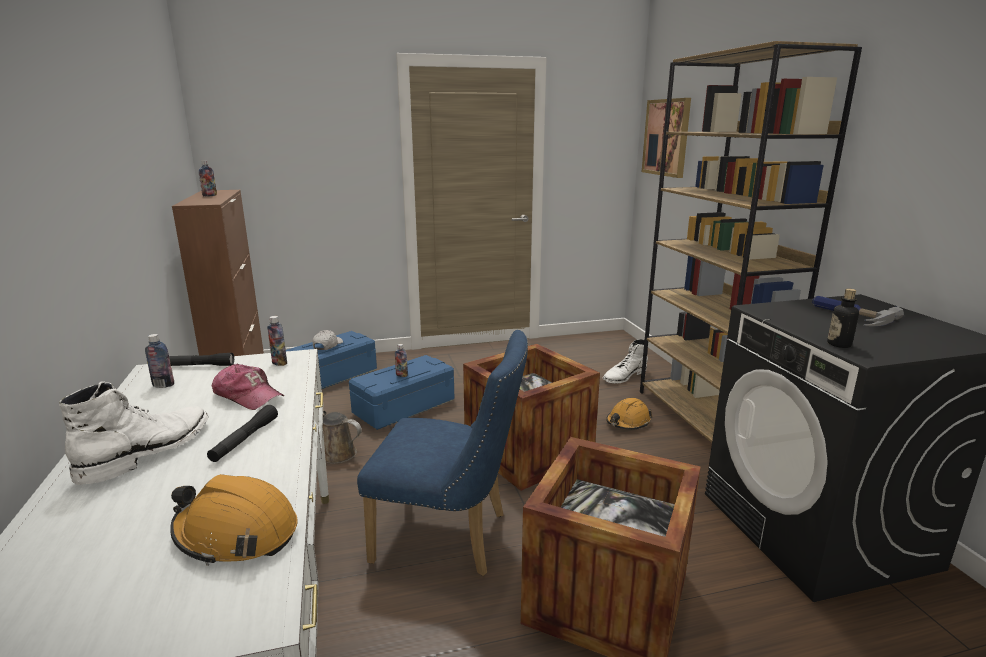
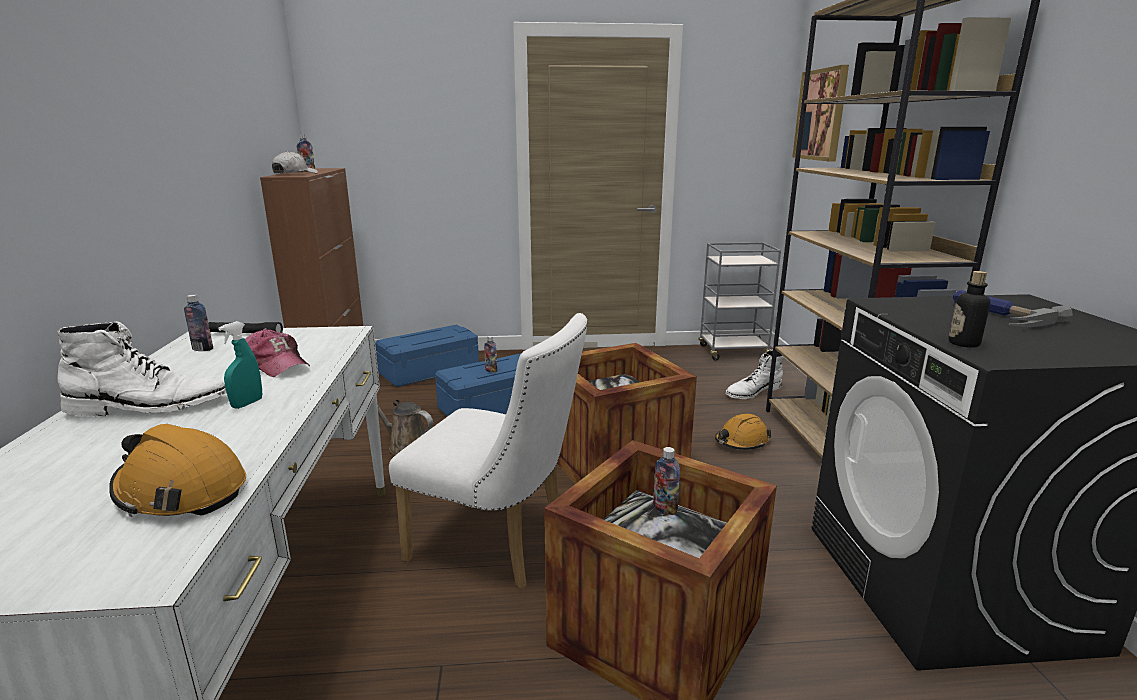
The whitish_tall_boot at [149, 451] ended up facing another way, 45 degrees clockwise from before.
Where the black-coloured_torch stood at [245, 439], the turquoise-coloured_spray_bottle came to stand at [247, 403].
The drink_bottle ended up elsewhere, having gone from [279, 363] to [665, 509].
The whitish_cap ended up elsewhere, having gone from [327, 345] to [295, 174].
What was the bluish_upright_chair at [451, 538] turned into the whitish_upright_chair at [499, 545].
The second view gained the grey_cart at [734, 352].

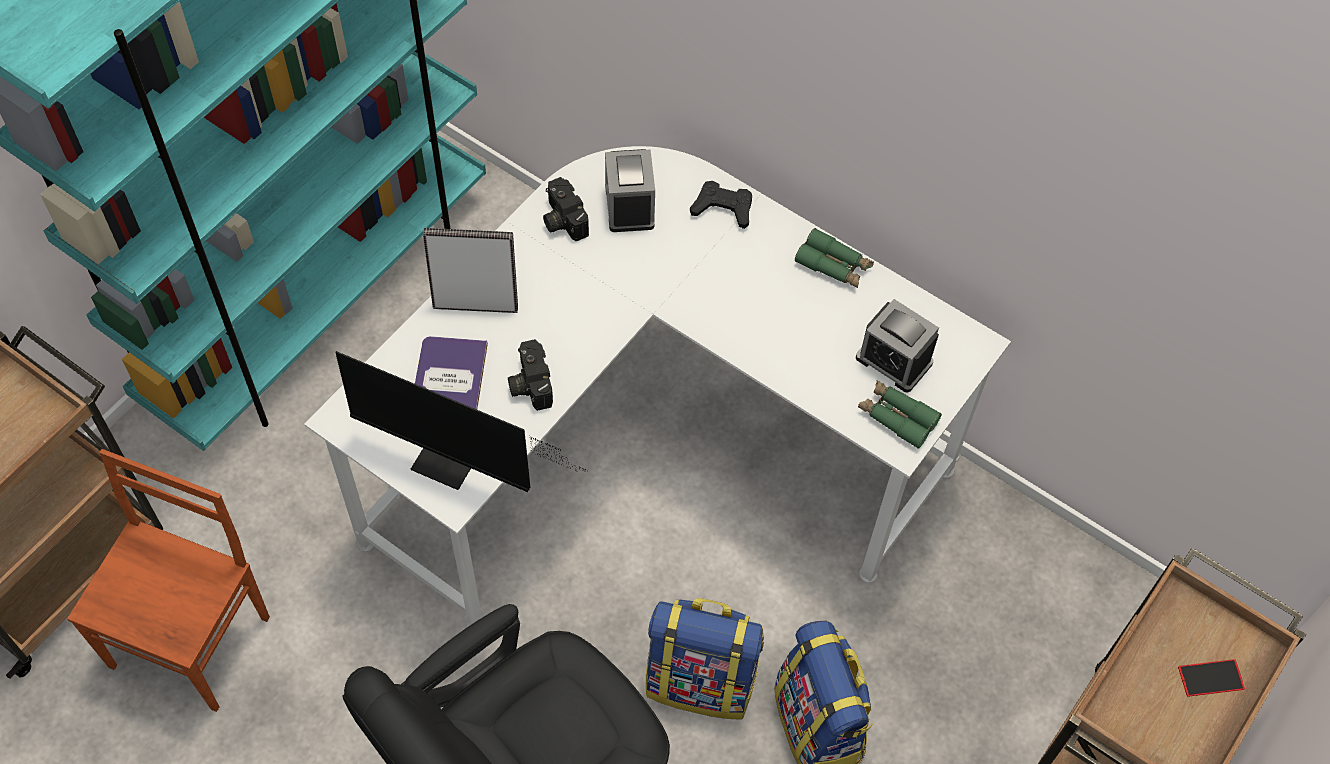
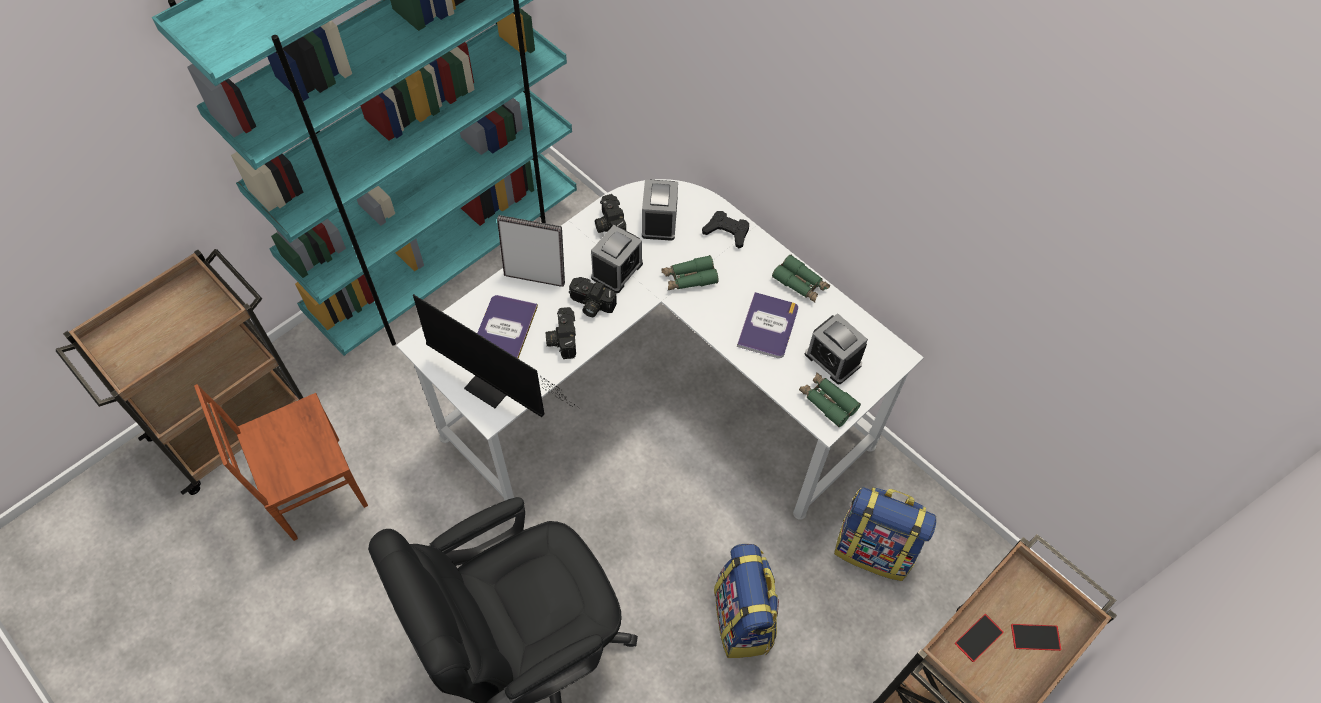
The brown-coloured_upright_chair at [193, 640] ended up facing another way, 150 degrees counterclockwise from before.
The rucksack ended up elsewhere, having gone from [701, 680] to [874, 548].
The second view gained the still_camera at [590, 305].
The second view gained the bedside_clock at [617, 270].
The second view gained the green-coloured_field_glasses at [689, 278].
The second view gained the book at [768, 326].
The second view gained the telephone at [979, 638].

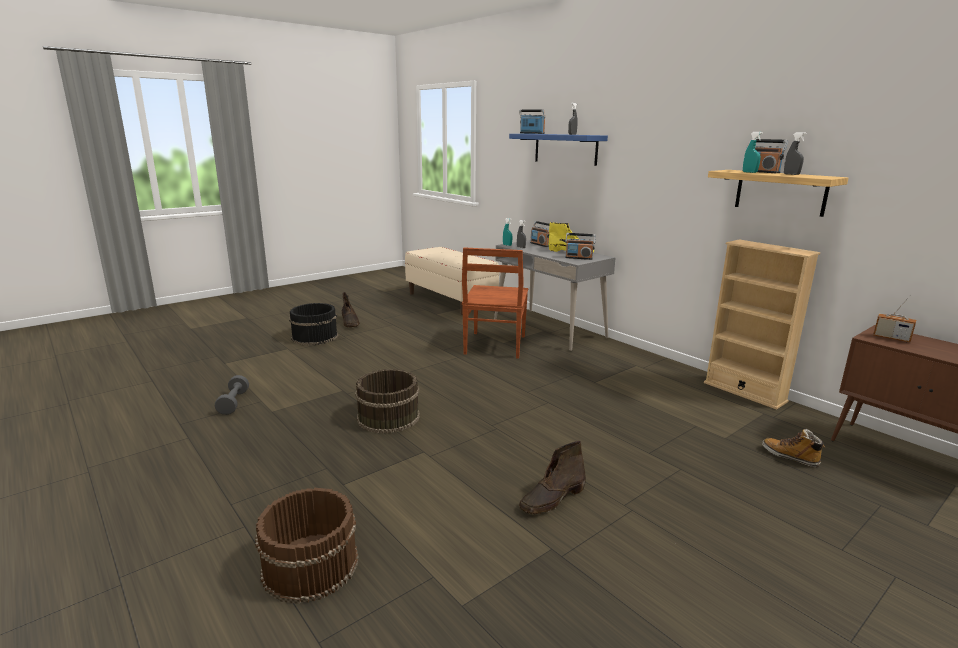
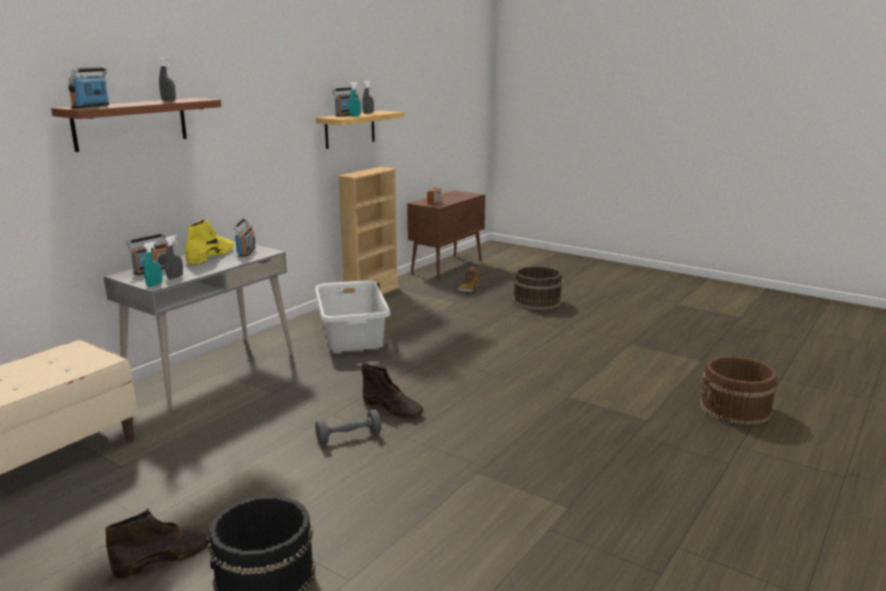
The grey_hand_weight ended up elsewhere, having gone from [233, 403] to [348, 437].
The brown-coloured_pail ended up elsewhere, having gone from [388, 417] to [537, 301].
The second view lost the brown-coloured_upright_chair at [494, 345].
What was the bluish_wall_shelf at [565, 149] turned into the brown-coloured_wall_shelf at [131, 123].
The brown-coloured_tall_boot ended up elsewhere, having gone from [552, 499] to [393, 408].
The second view gained the grey_washing_basket at [353, 334].

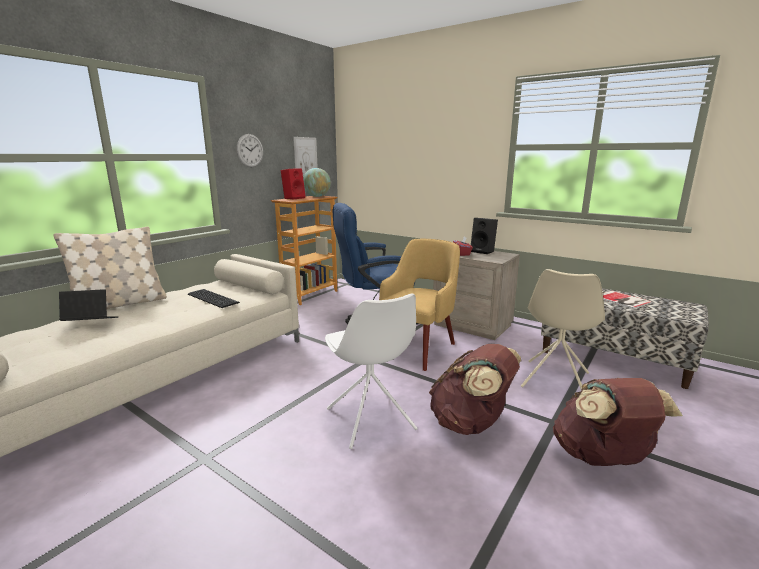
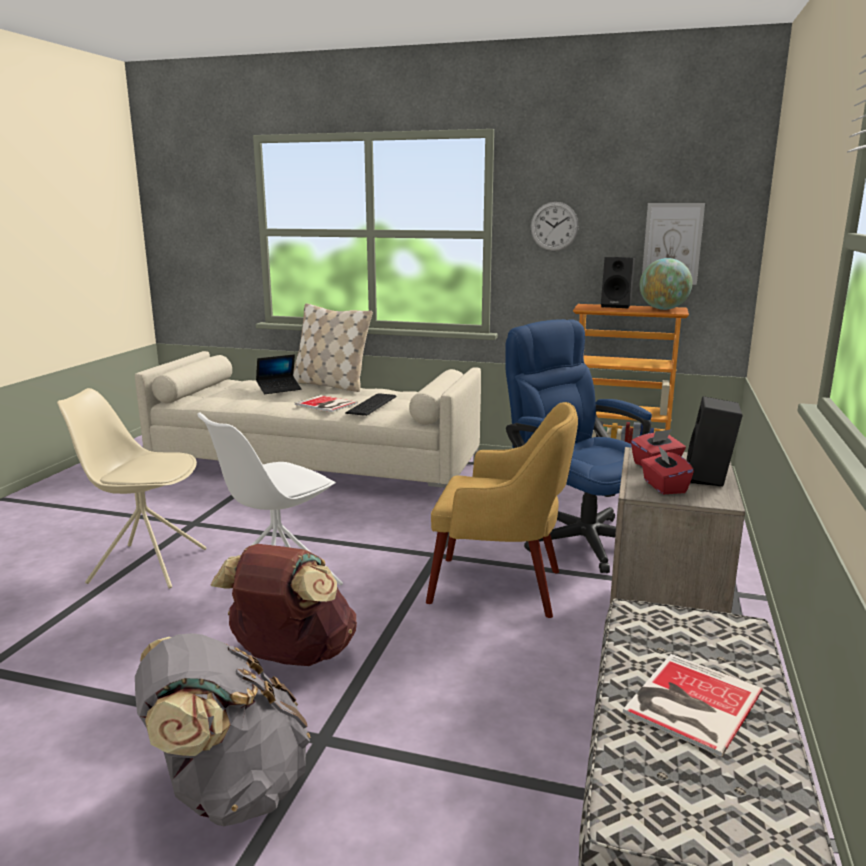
The laptop at [91, 323] ended up facing another way, 90 degrees clockwise from before.
What was the red_loudspeaker at [294, 198] turned into the black-coloured_loudspeaker at [617, 306].
The sand-coloured_upright_chair ended up elsewhere, having gone from [555, 380] to [146, 565].
What was the brown-coloured_rucksack at [602, 458] turned into the grey_rucksack at [229, 790].
The second view gained the book at [326, 404].
The second view gained the red_tissue_holder at [664, 487].

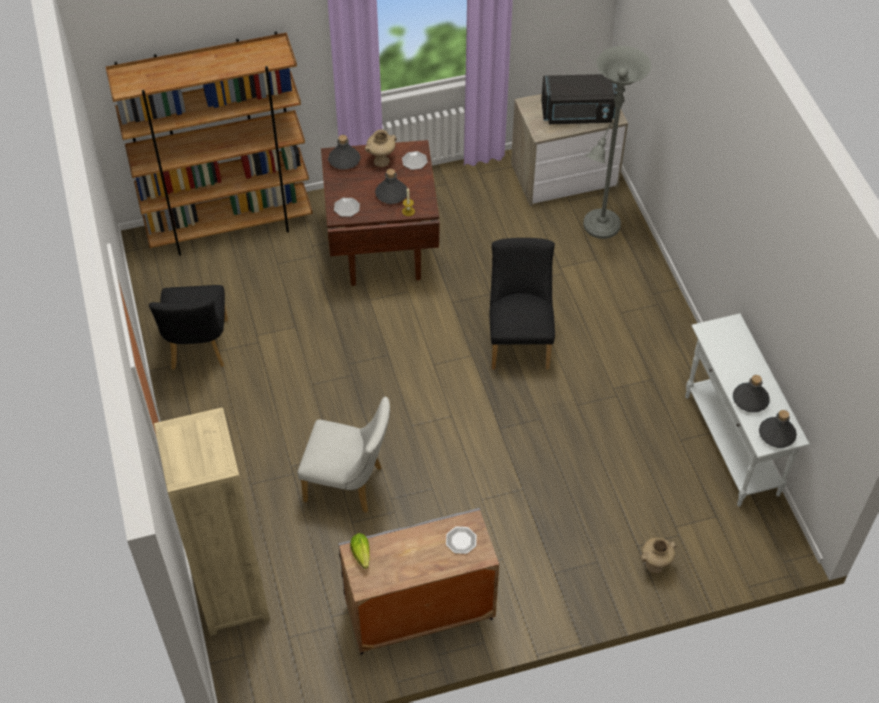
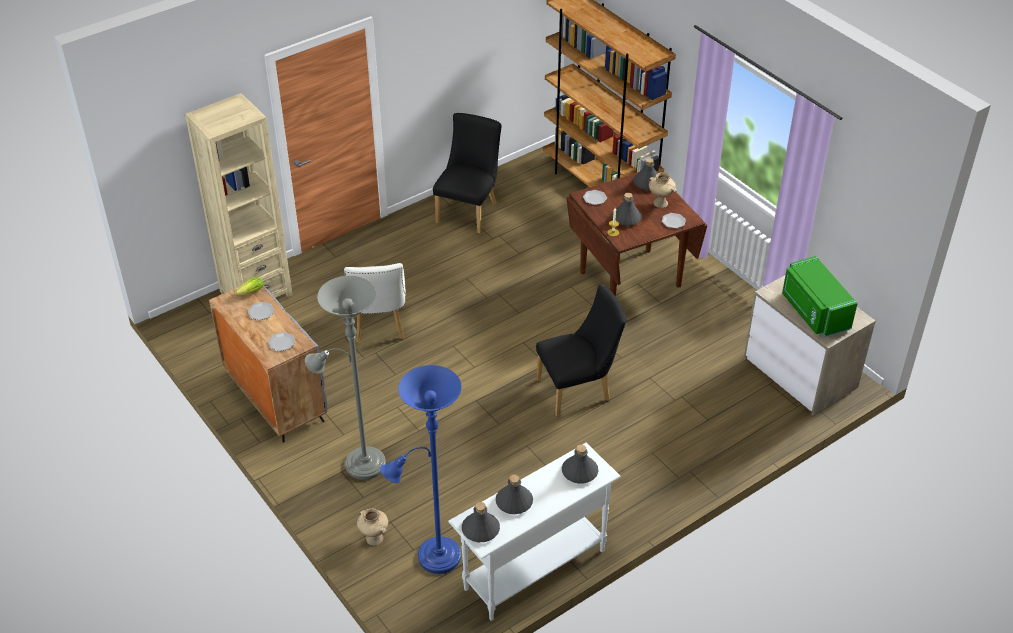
The black-coloured_upright_chair at [198, 349] ended up facing another way, 135 degrees clockwise from before.
What was the black-coloured_microwave at [578, 114] turned into the green-coloured_microwave at [813, 312].
The grey_standing_lamp ended up elsewhere, having gone from [599, 228] to [359, 463].
The second view gained the dinner_plate at [261, 312].
The second view gained the bluish_standing_lamp at [433, 558].
The second view gained the grey_drink_bottle at [579, 471].

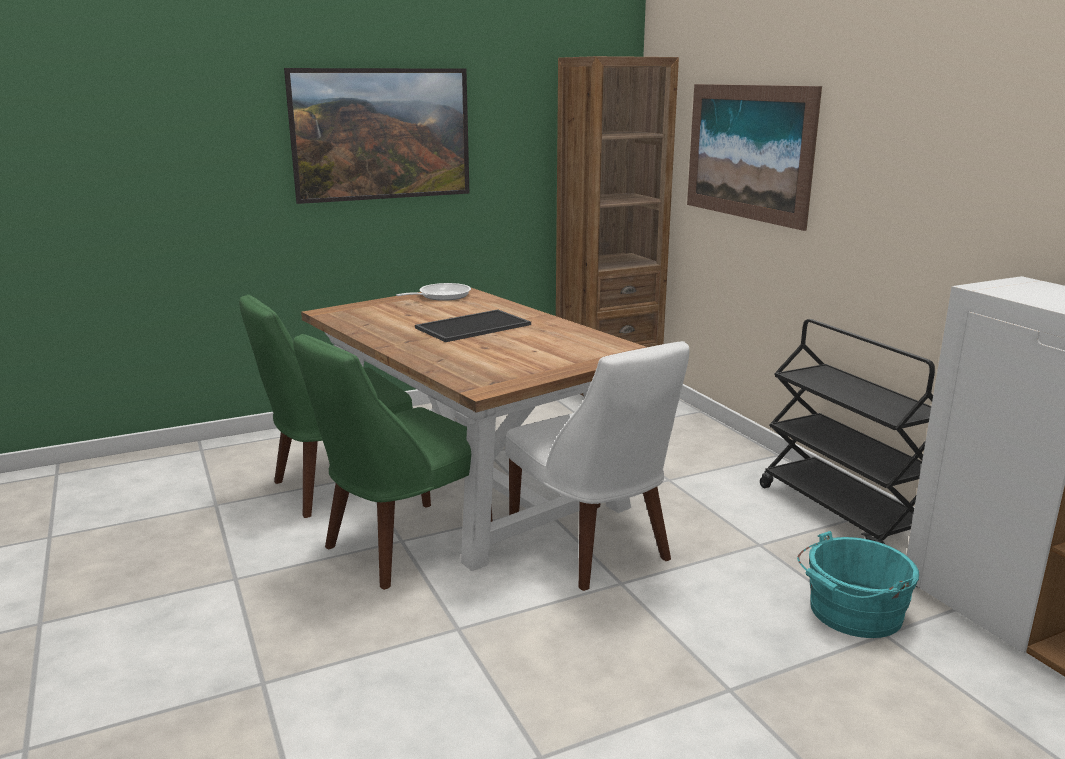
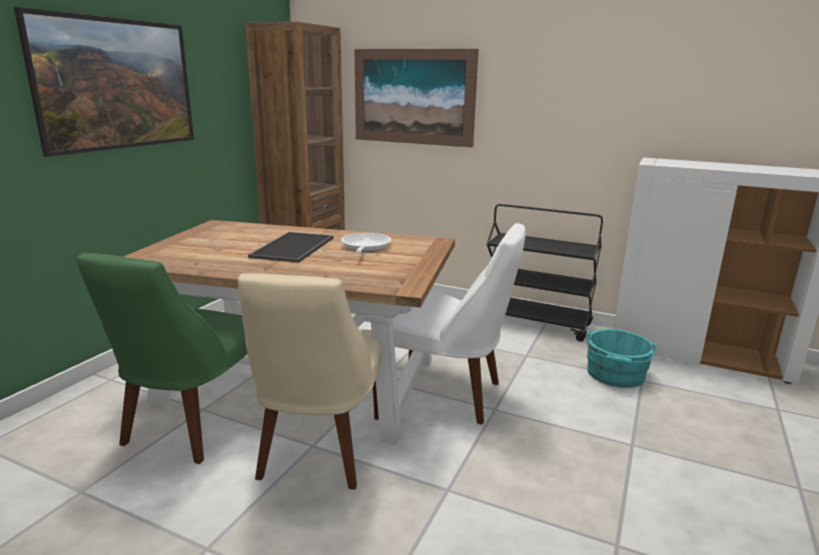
What was the green-coloured_upright_chair at [401, 546] turned into the sand-coloured_upright_chair at [319, 450].
The pan ended up elsewhere, having gone from [440, 296] to [365, 247].

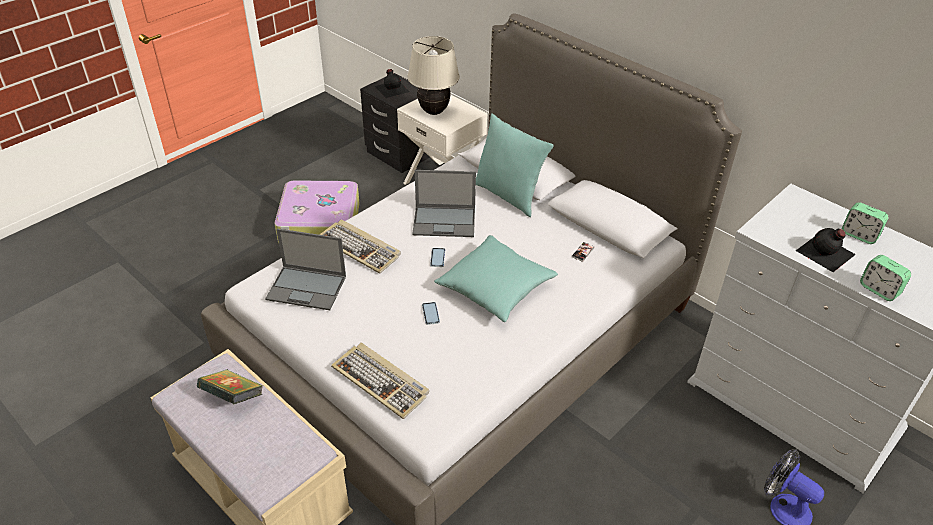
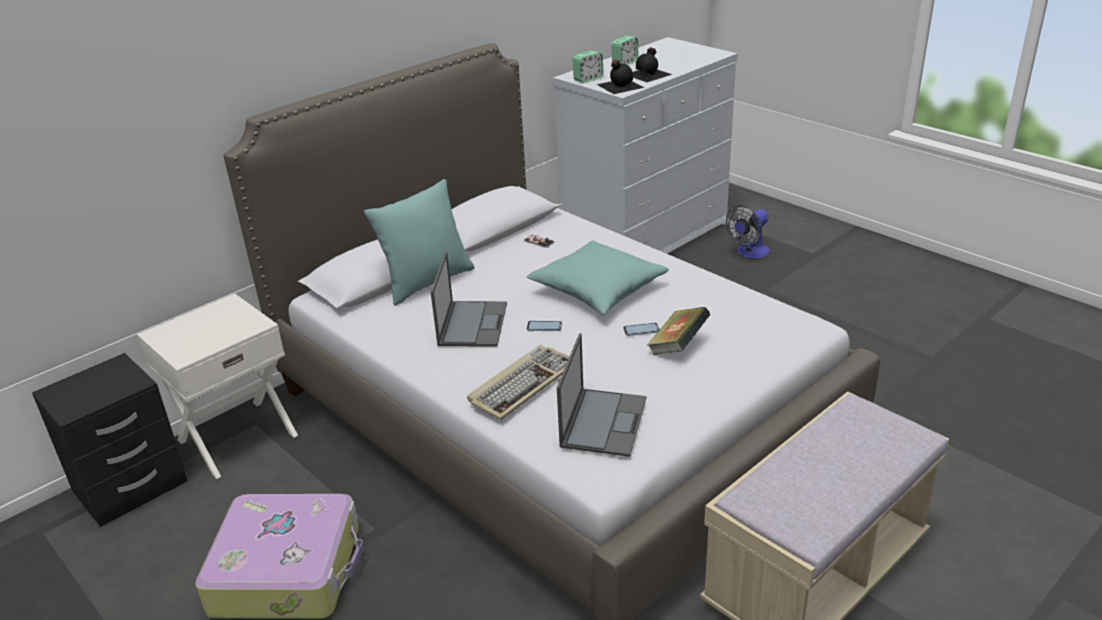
The book ended up elsewhere, having gone from [233, 398] to [678, 347].
The second view lost the computer_keyboard at [381, 382].
The black-coloured_drink_bottle ended up elsewhere, having gone from [392, 88] to [619, 85].
The second view lost the sand-coloured_lamp_for_a_table at [434, 111].
The bedside_clock ended up elsewhere, having gone from [879, 290] to [588, 79].

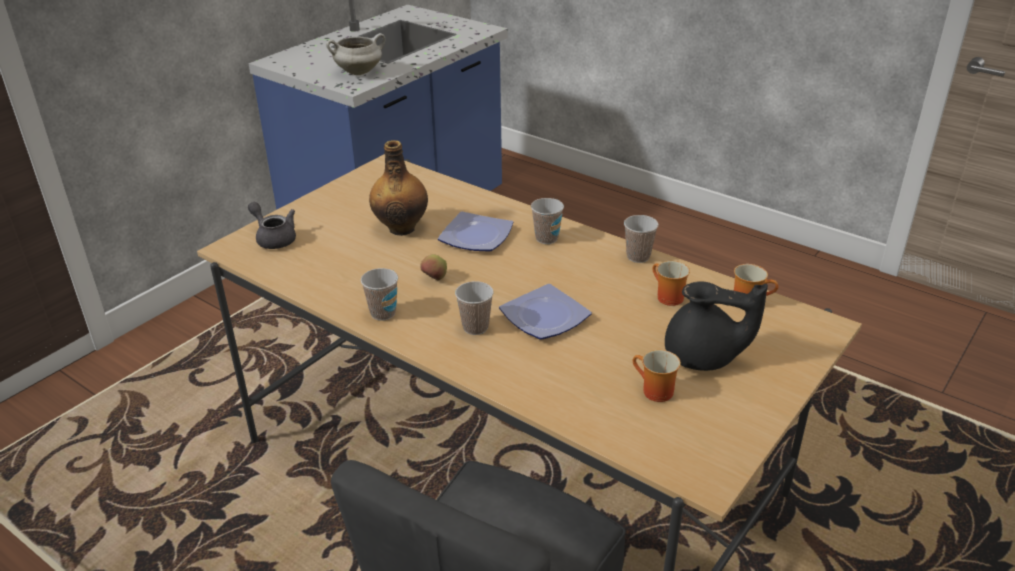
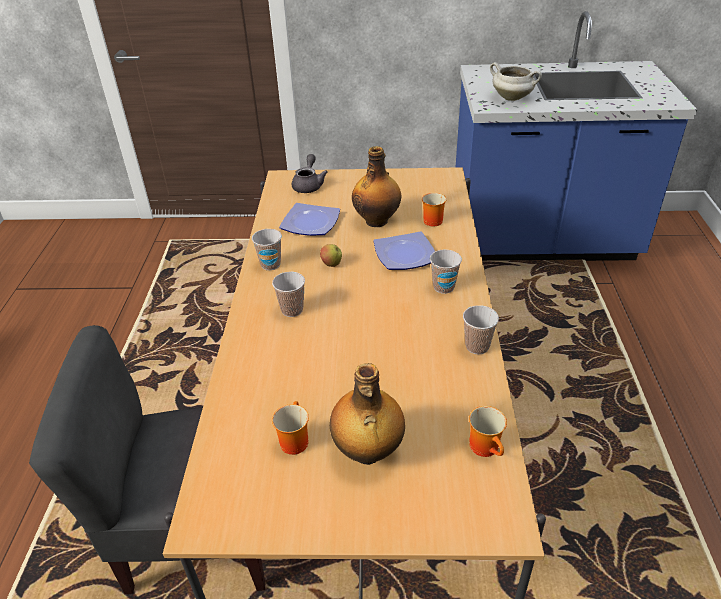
The dinner_plate ended up elsewhere, having gone from [546, 317] to [311, 224].
The tea_mug ended up elsewhere, having gone from [666, 297] to [432, 219].
Where the black-coloured_pot_for_tea stood at [703, 357], the drink_bottle came to stand at [367, 451].

